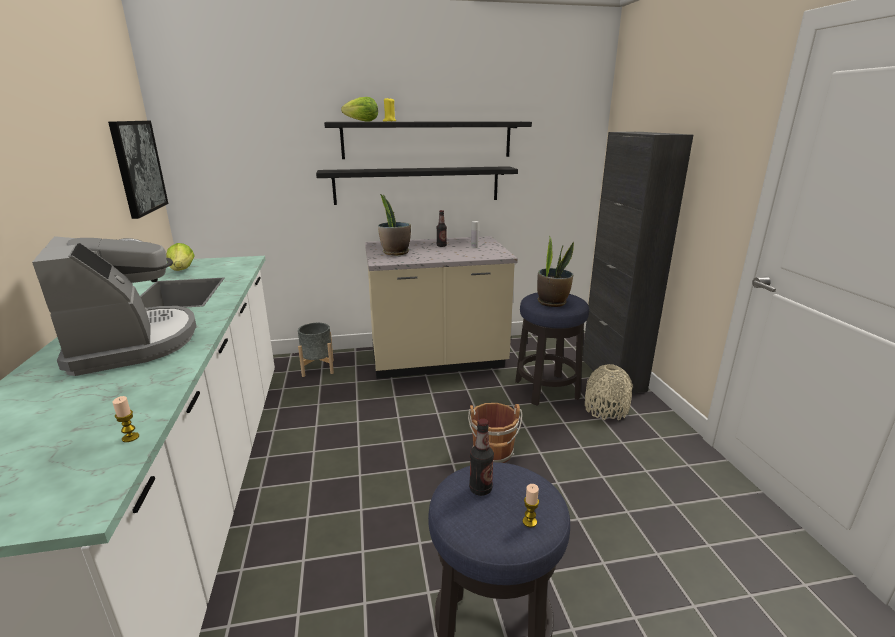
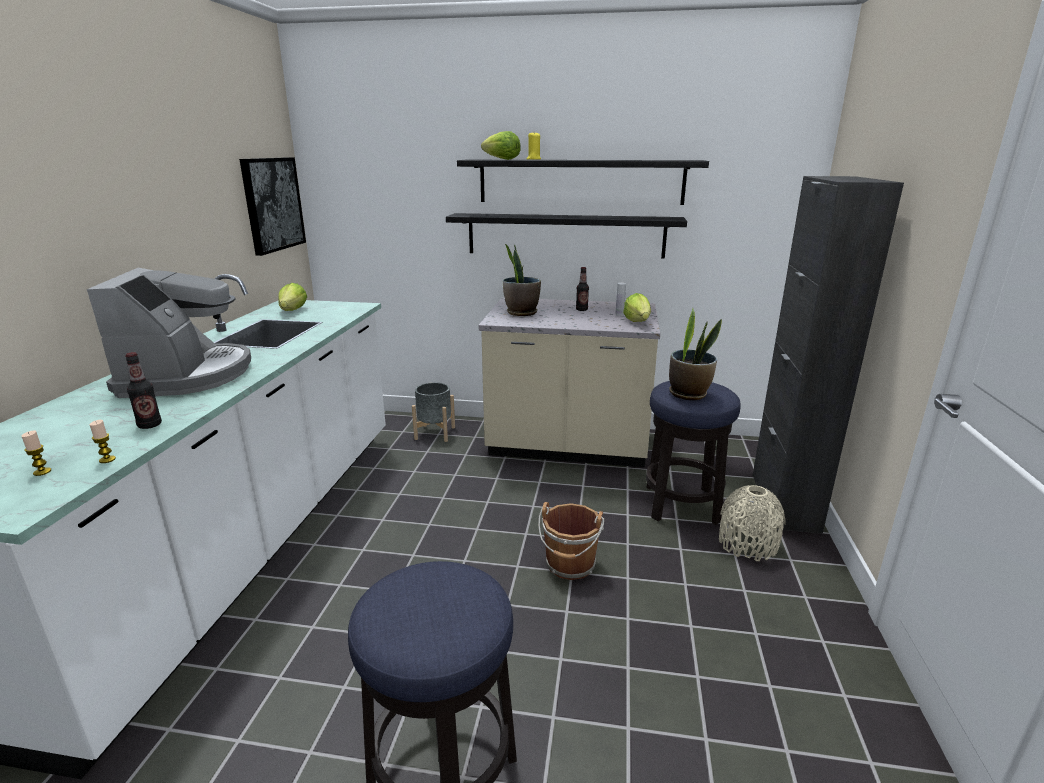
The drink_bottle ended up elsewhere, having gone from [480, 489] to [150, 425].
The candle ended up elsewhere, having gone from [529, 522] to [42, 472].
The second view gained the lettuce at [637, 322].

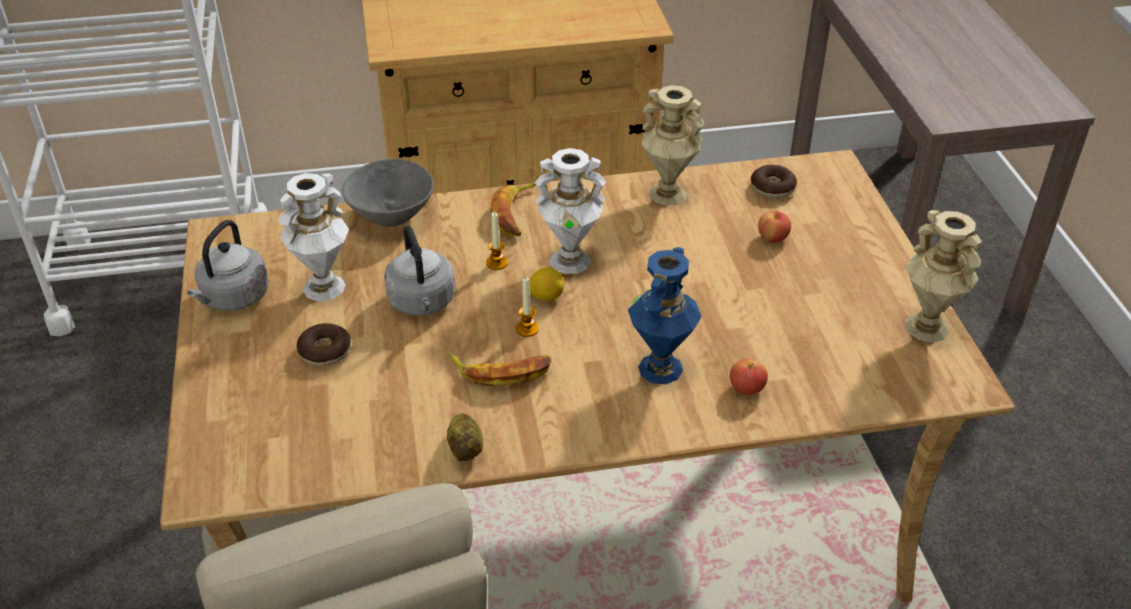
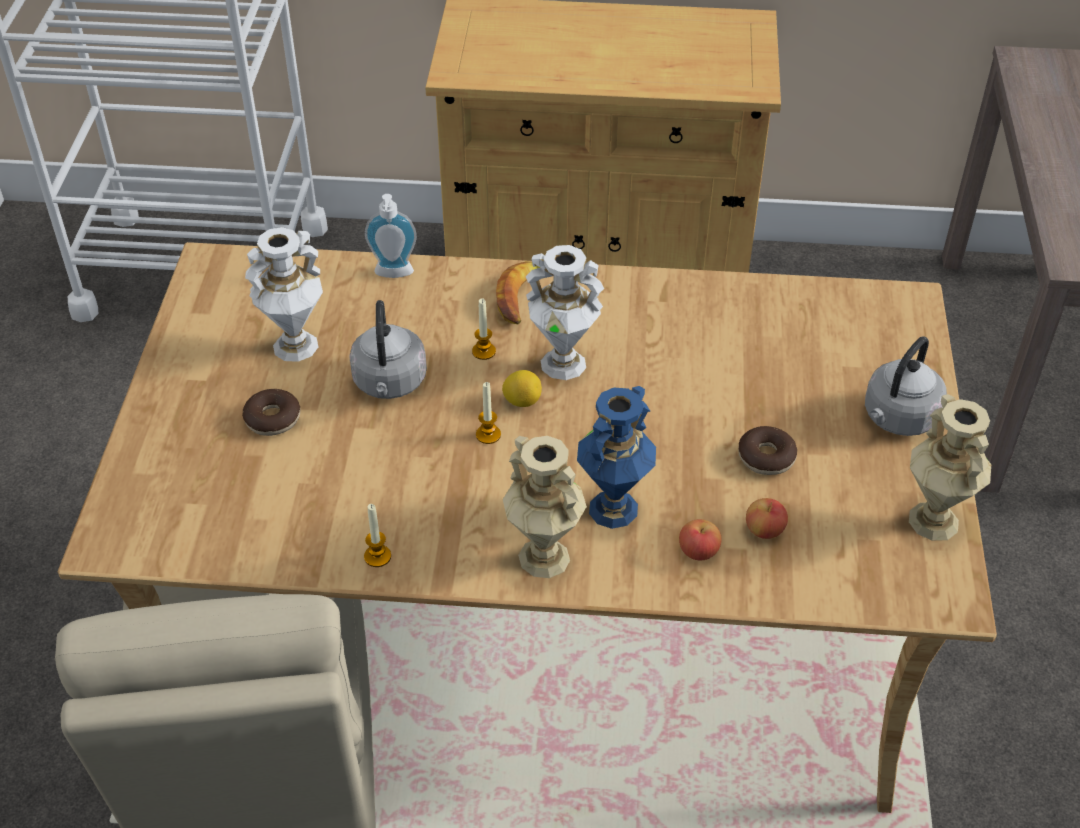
The grey_tea_kettle ended up elsewhere, having gone from [233, 298] to [898, 418].
Where the grey_serving_bowl stood at [392, 215], the soap_bottle came to stand at [394, 275].
Where the spud stood at [466, 448], the candle came to stand at [377, 556].
The second view lost the banana_fruit at [501, 371].
The sand-coloured_flower_vase ended up elsewhere, having gone from [667, 194] to [543, 558].
The ring_doughnut ended up elsewhere, having gone from [772, 188] to [766, 457].
The apple_fruit ended up elsewhere, having gone from [772, 238] to [764, 530].

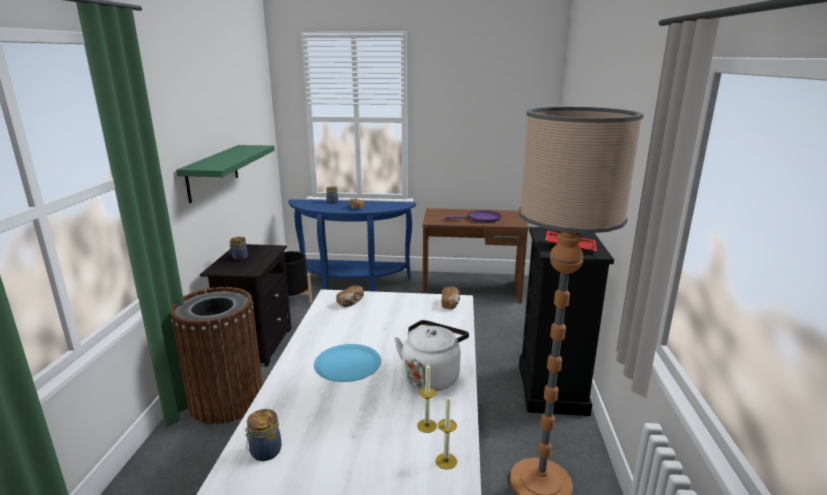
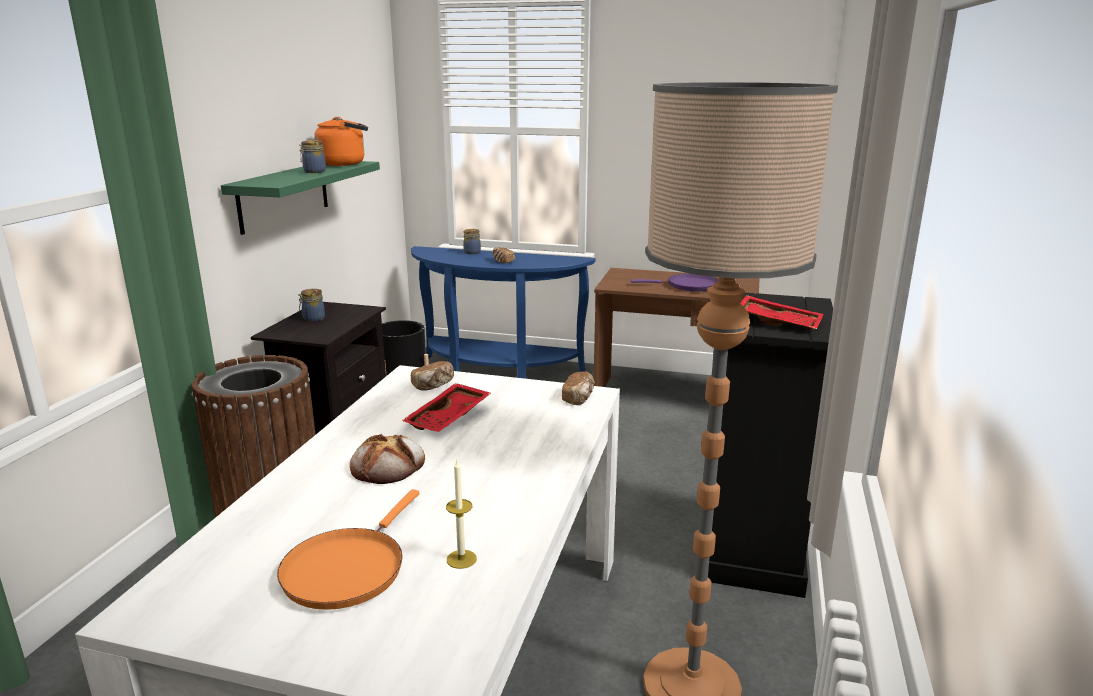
The storage_jar ended up elsewhere, having gone from [264, 452] to [313, 172].
Where the bluish_dinner_plate stood at [348, 364], the bread came to stand at [388, 466].
The second view lost the whitish_tea_kettle at [432, 376].
The second view lost the candle at [446, 461].
The second view gained the orange-coloured_pan at [347, 569].
The second view gained the orange-coloured_tea_kettle at [345, 164].
The second view gained the red_serving_tray at [449, 418].

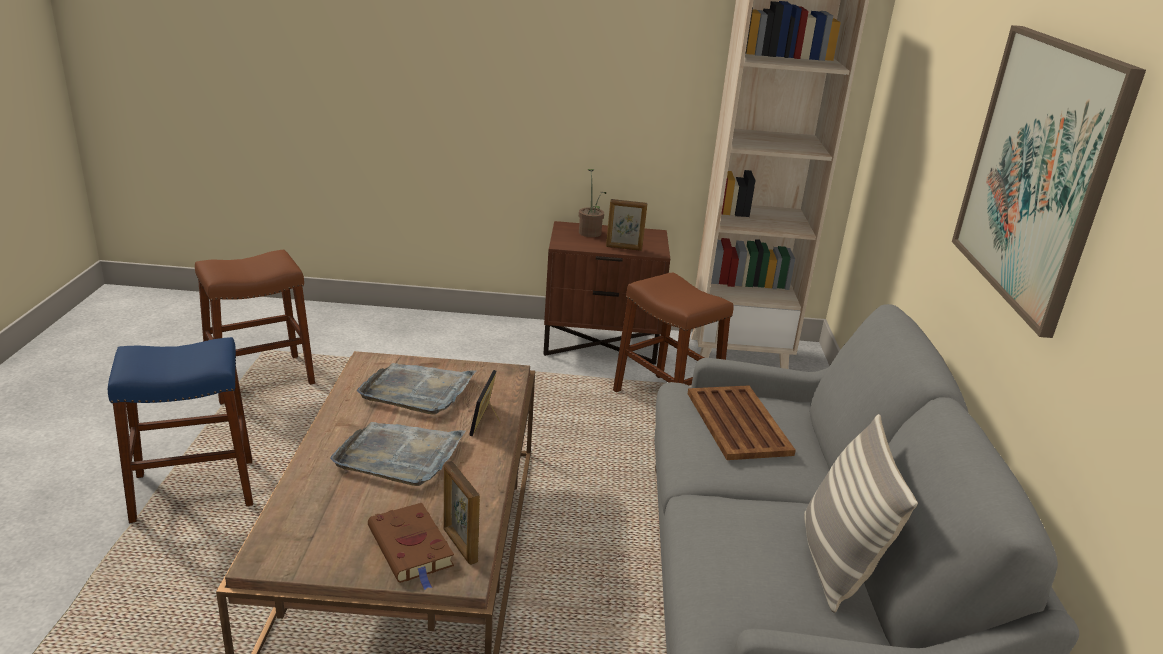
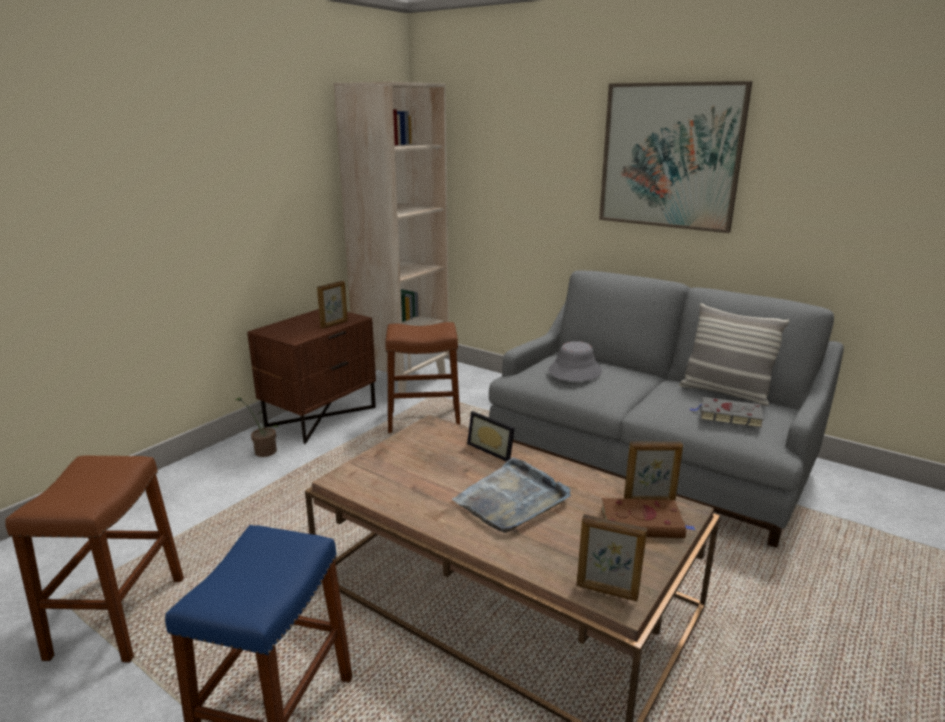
The second view lost the grey_serving_tray at [417, 390].
The plant_in_a_pot ended up elsewhere, having gone from [590, 231] to [263, 450].
Where the brown-coloured_serving_tray stood at [738, 422], the grey_hat came to stand at [574, 371].
The second view gained the picture_frame at [607, 592].
The second view gained the grey_book at [728, 416].

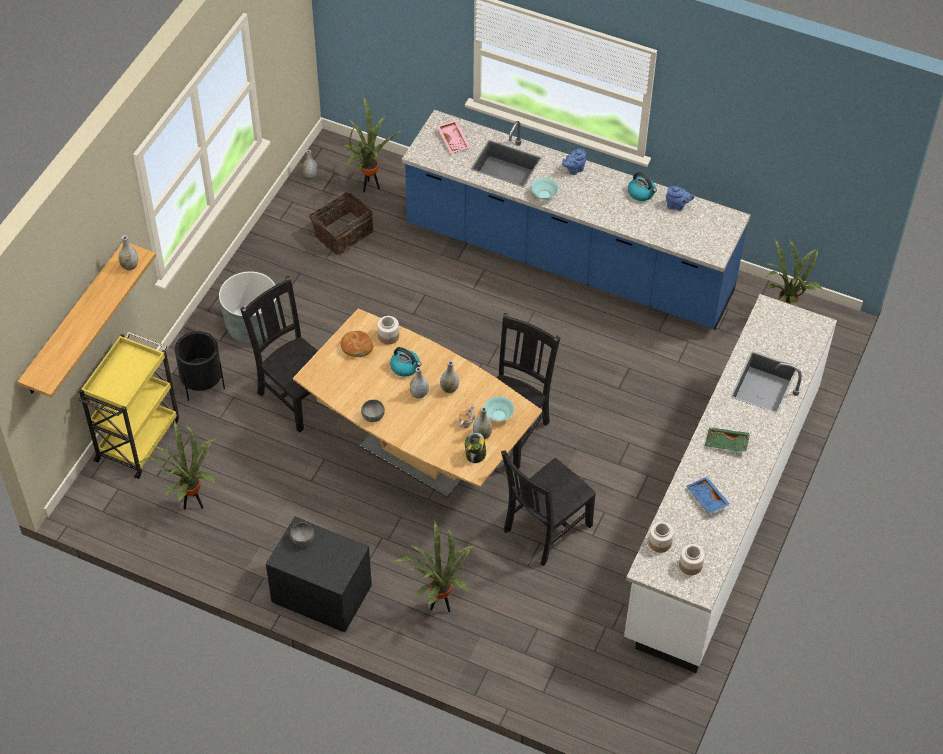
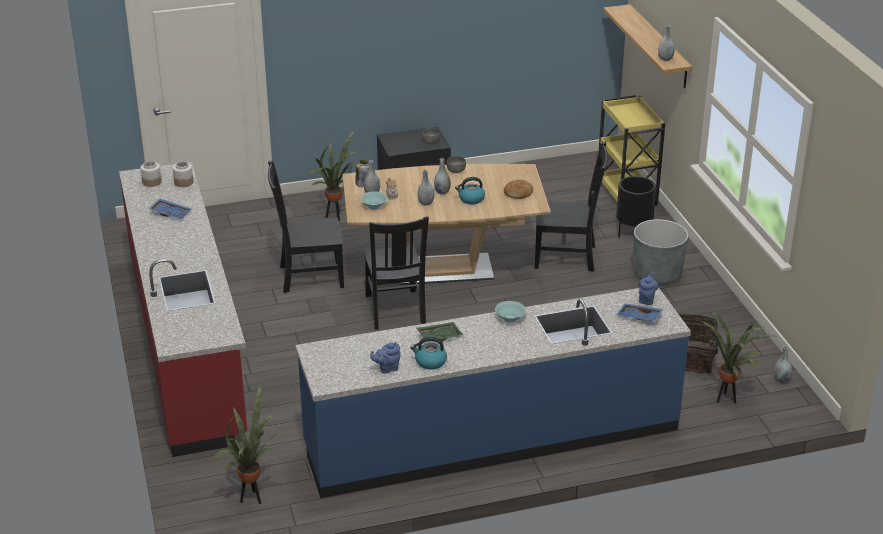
The second view lost the plant_in_a_pot at [192, 504].
The second view lost the storage_jar at [388, 336].
What was the pink-coloured_serving_tray at [454, 140] turned into the bluish_serving_tray at [638, 317].
The black-coloured_upright_chair at [545, 529] ended up facing another way, 105 degrees counterclockwise from before.
The bluish_pot_for_tea ended up elsewhere, having gone from [574, 169] to [646, 299].
What was the whitish_kitchen_base_unit at [722, 511] turned into the red_kitchen_base_unit at [187, 344].
The green-coloured_serving_tray ended up elsewhere, having gone from [726, 444] to [439, 336].

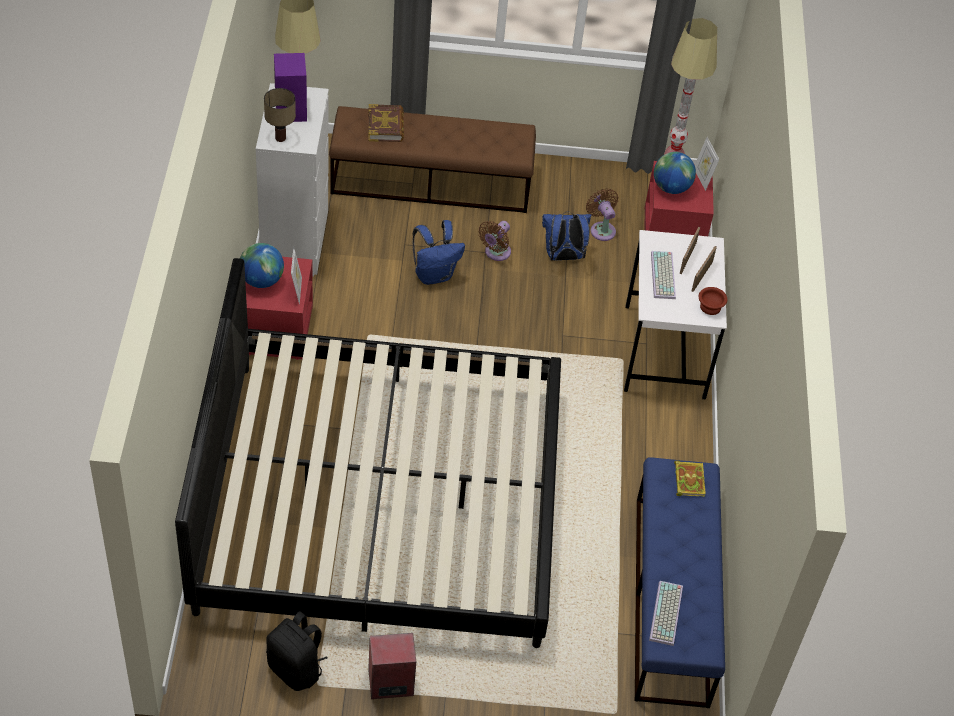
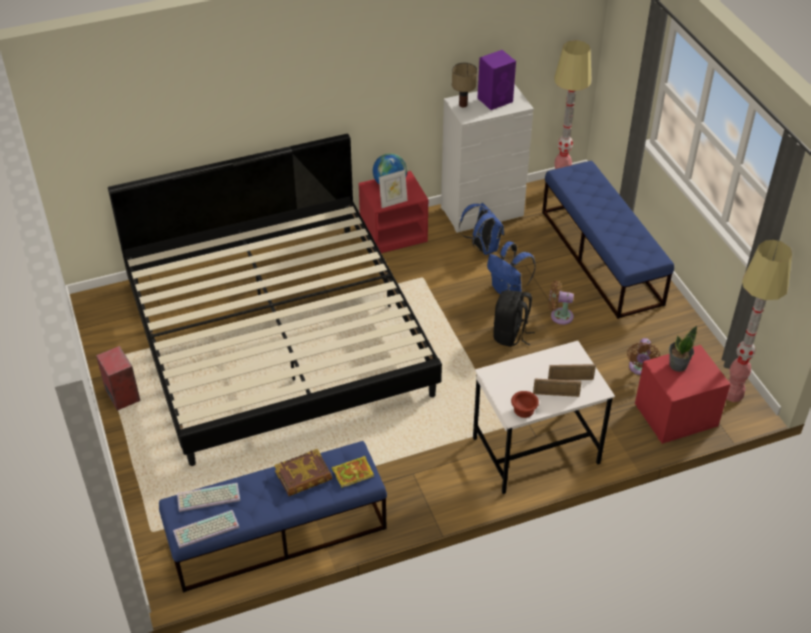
The black-coloured_rucksack ended up elsewhere, having gone from [296, 669] to [510, 335].
What was the brown-coloured_long_seat at [431, 182] turned into the bluish_long_seat at [601, 257].
The book ended up elsewhere, having gone from [386, 126] to [303, 476].
The bluish_rucksack ended up elsewhere, having gone from [563, 257] to [482, 248].
The brown-coloured_electric_fan at [601, 229] ended up facing another way, 150 degrees clockwise from before.
The computer_keyboard ended up elsewhere, having gone from [664, 276] to [206, 530].
Where the globe stood at [671, 188], the plant_in_a_pot came to stand at [677, 365].
The second view lost the picture_frame at [702, 178].

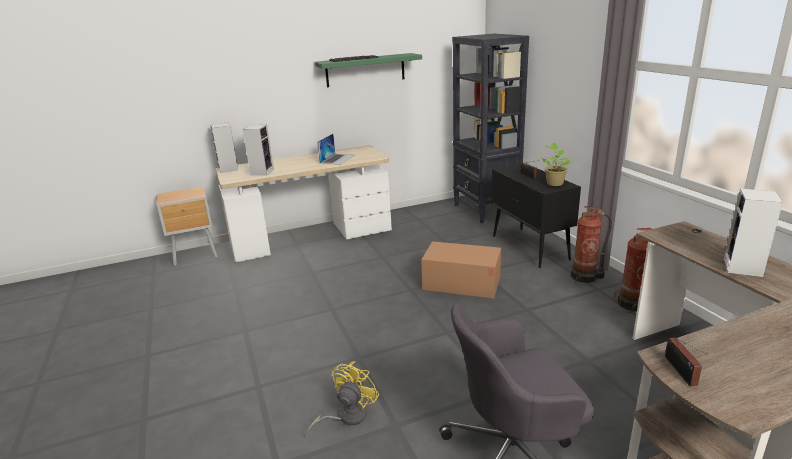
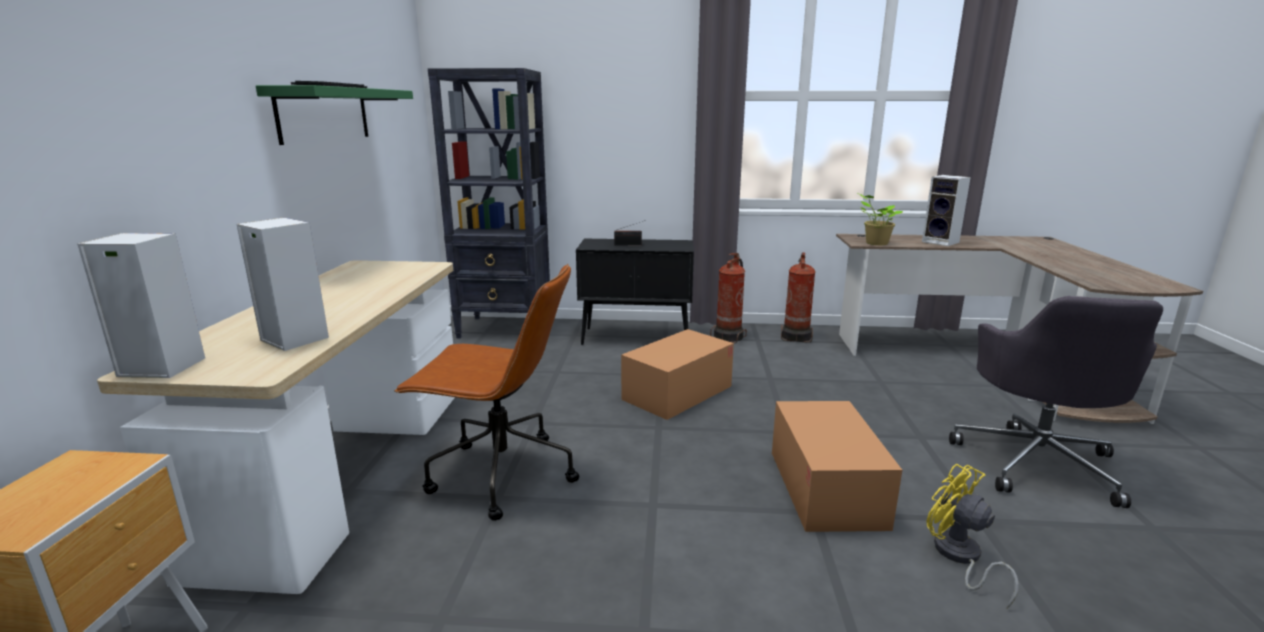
The second view lost the laptop at [337, 159].
The plant_in_a_pot ended up elsewhere, having gone from [554, 183] to [875, 243].
The second view lost the radio at [681, 372].
The second view gained the brown-coloured_computer_chair at [500, 474].
The second view gained the carton at [825, 488].

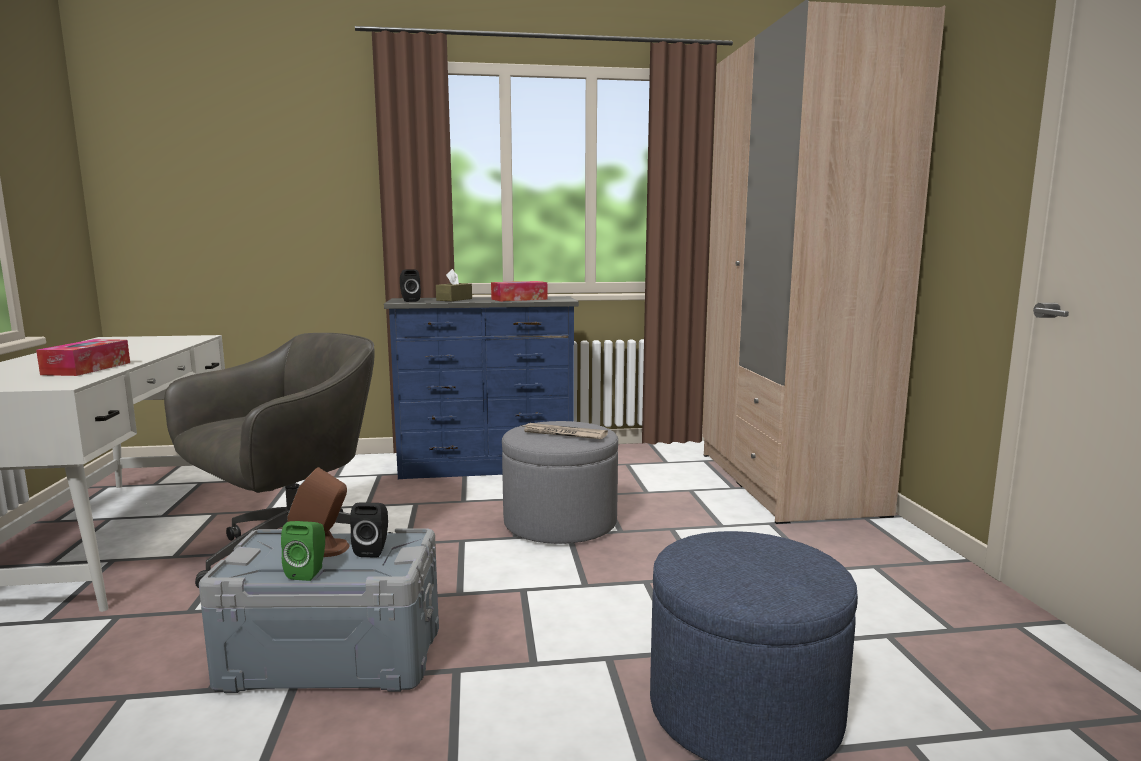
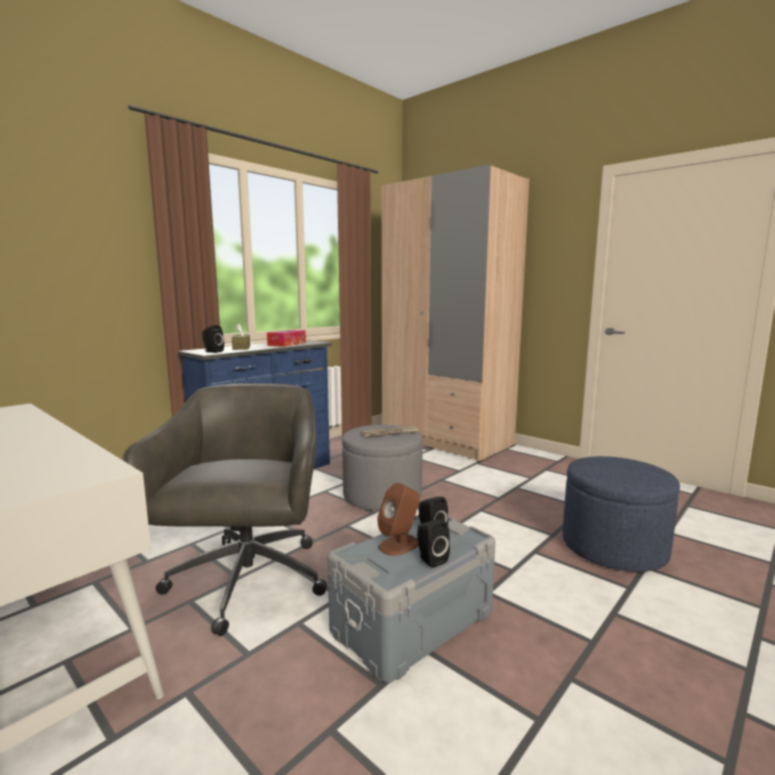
The second view lost the tissue_holder at [87, 368].
What was the green-coloured_loudspeaker at [309, 572] turned into the black-coloured_loudspeaker at [430, 559].

